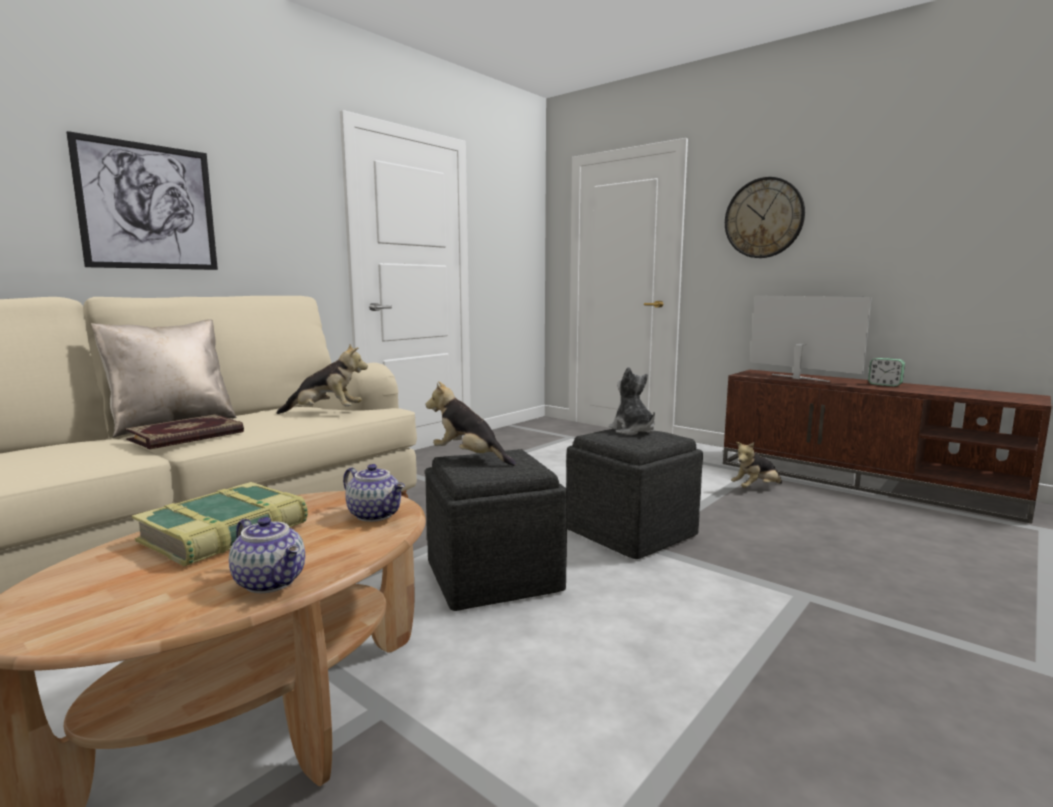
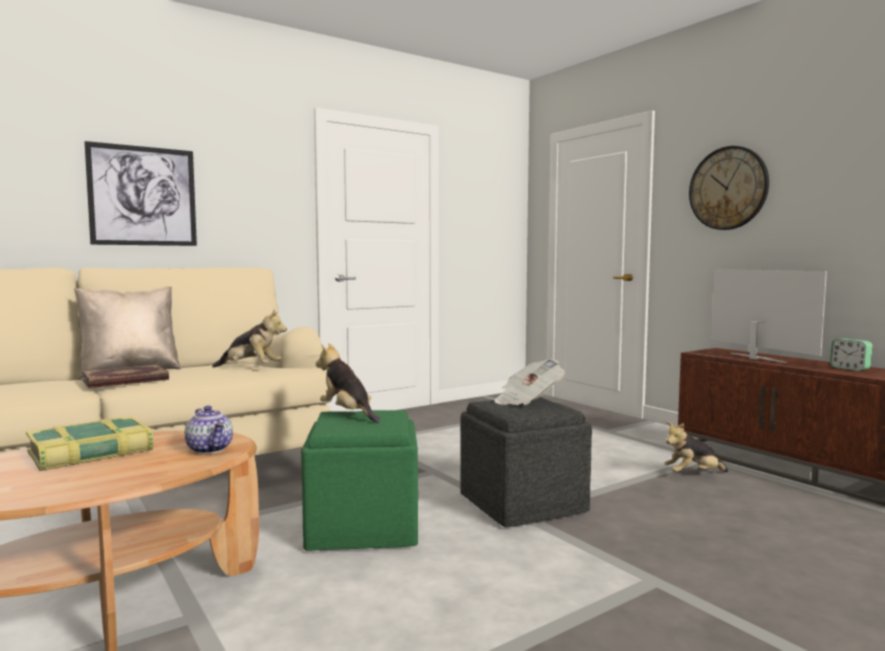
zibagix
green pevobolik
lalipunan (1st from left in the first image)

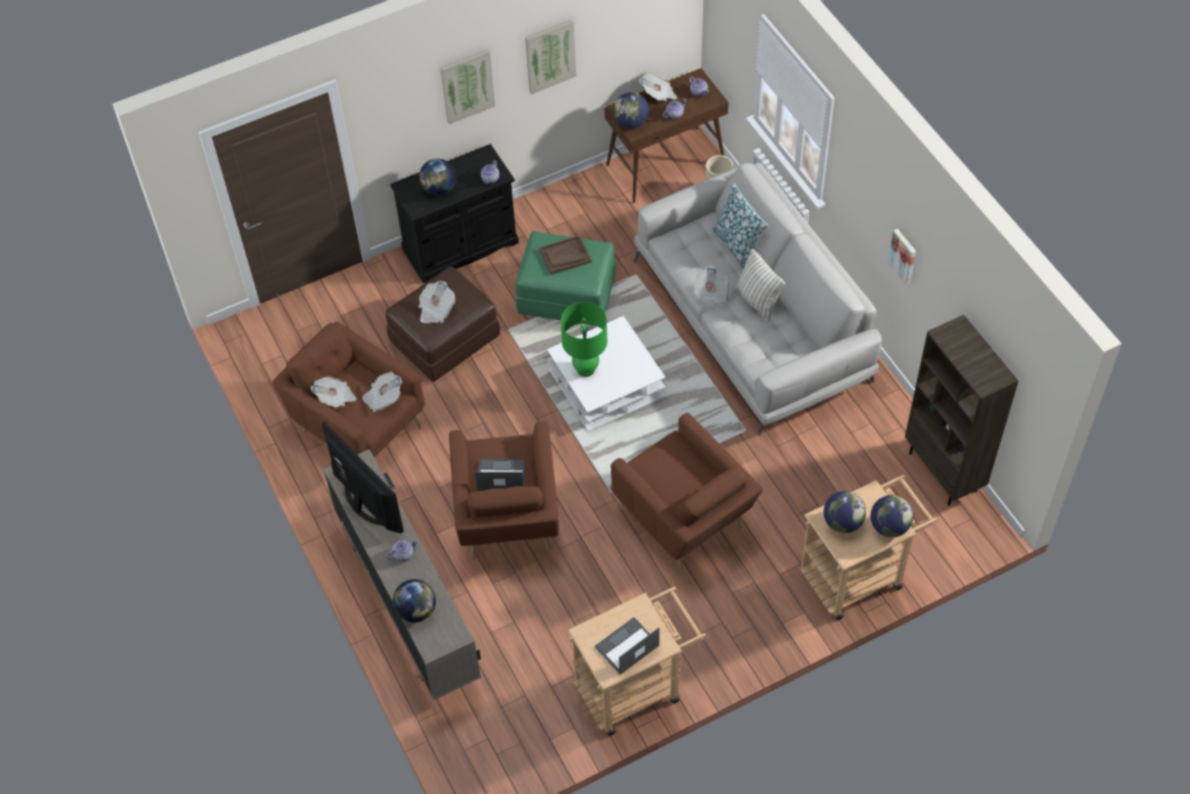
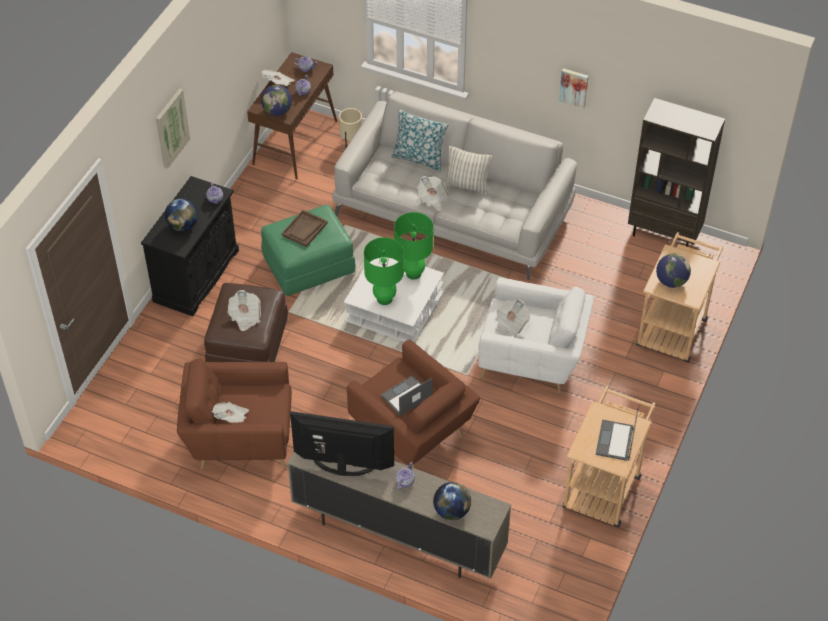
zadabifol (2nd from left in the first image)
zibagix (5th from left)
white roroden
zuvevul (5th from left in the first image)
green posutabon (2nd from left)

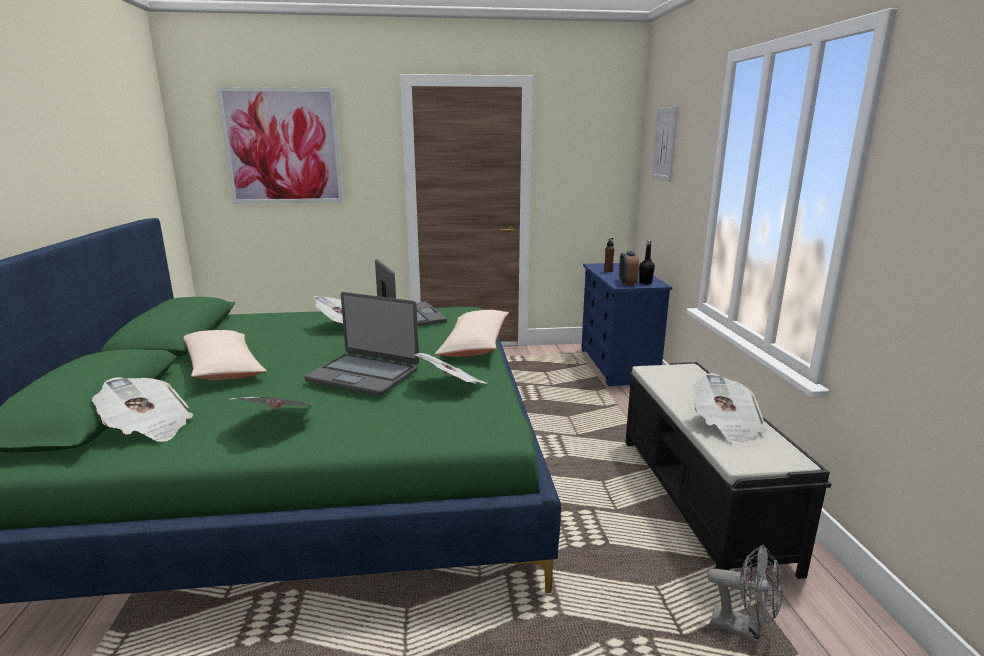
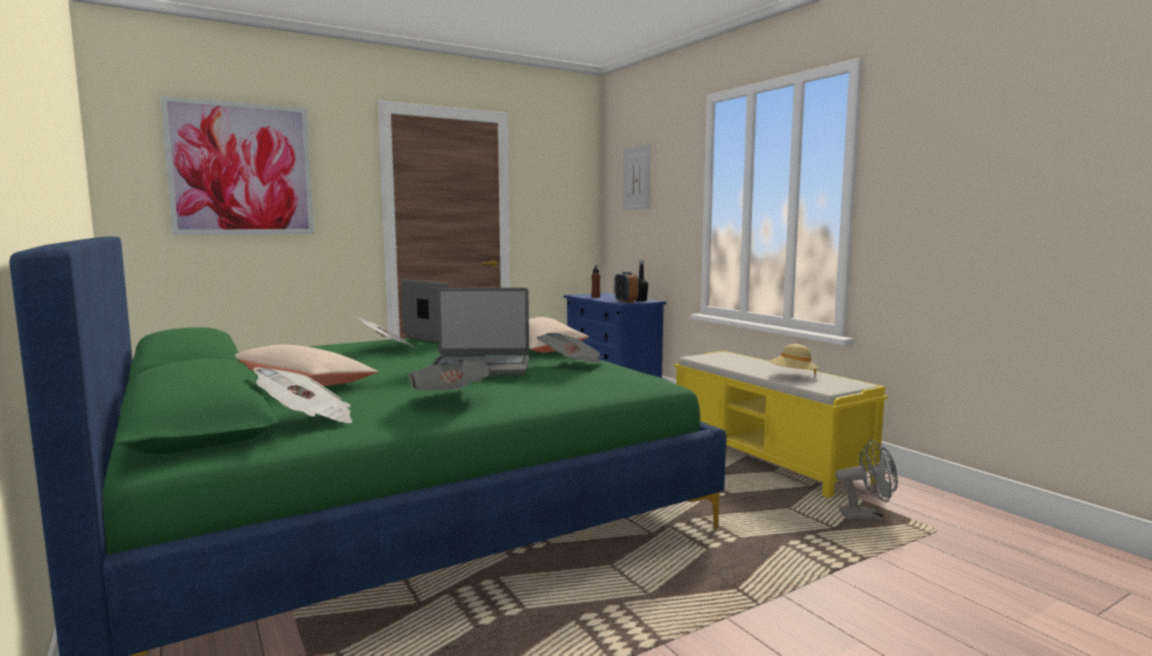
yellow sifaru
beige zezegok

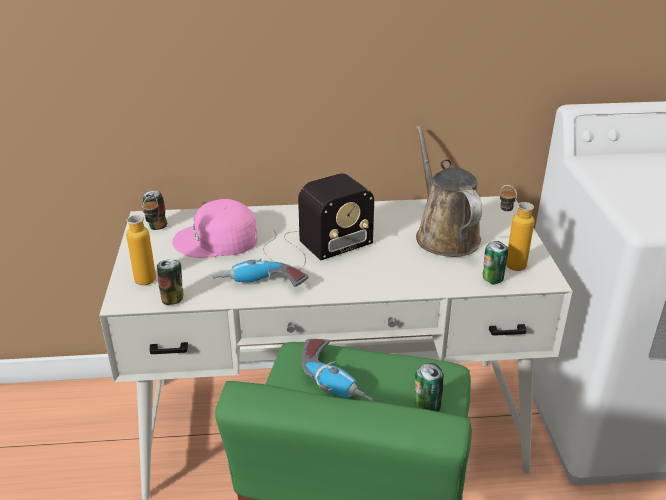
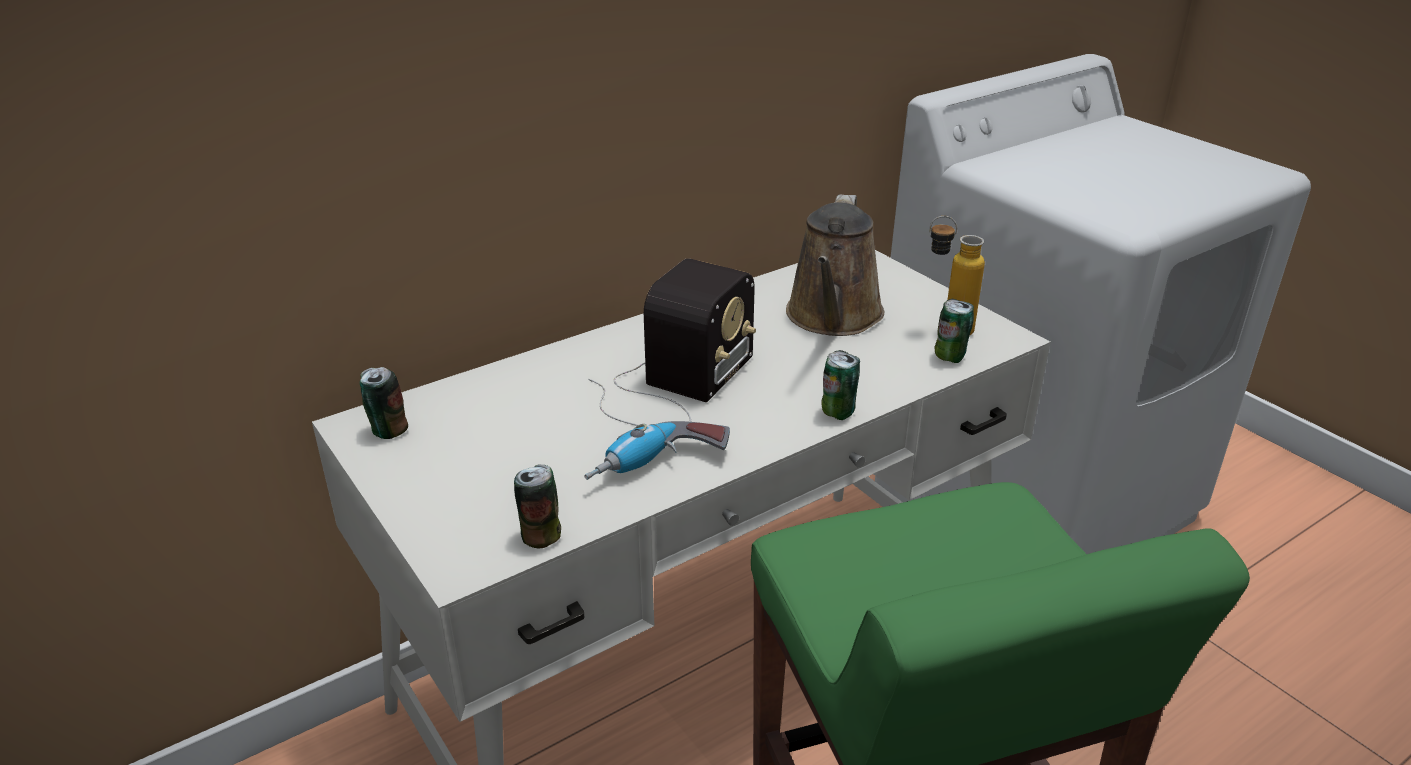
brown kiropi
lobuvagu (1st from left in the first image)
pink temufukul
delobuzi (2nd from left in the first image)
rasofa (3rd from left)

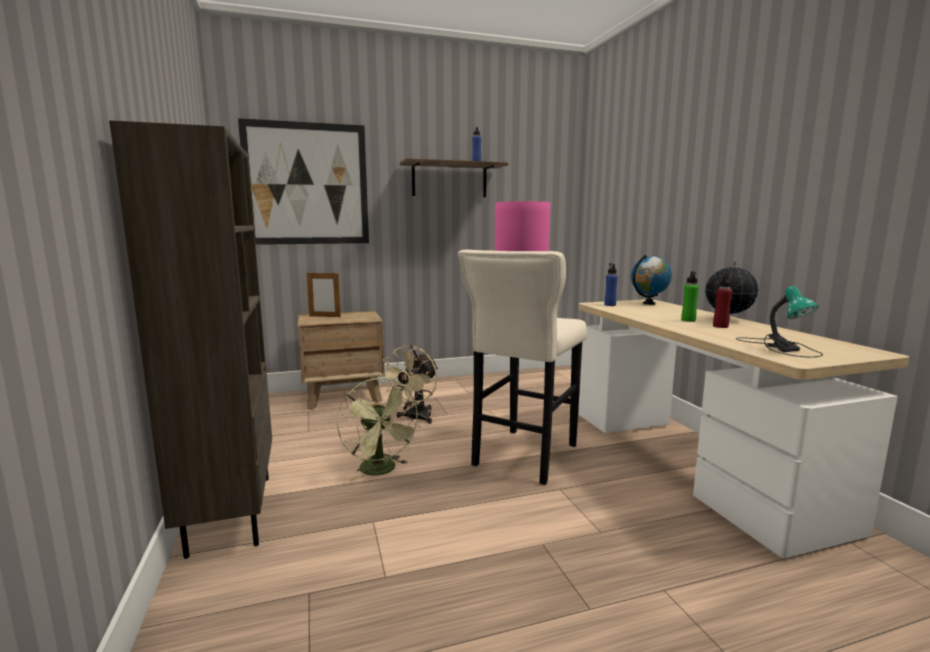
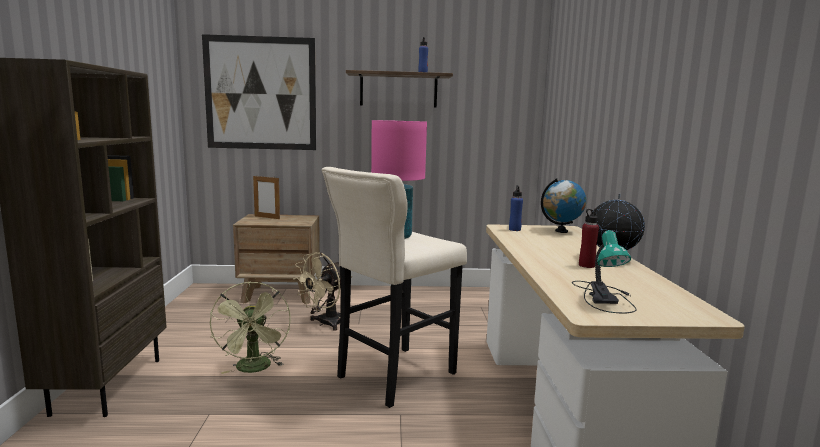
green lobuvagu

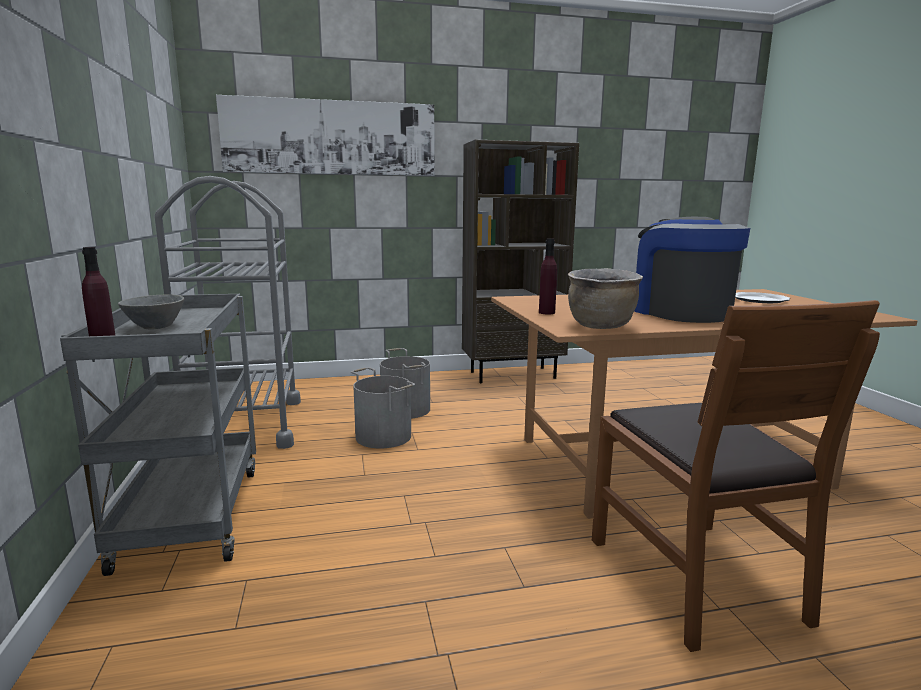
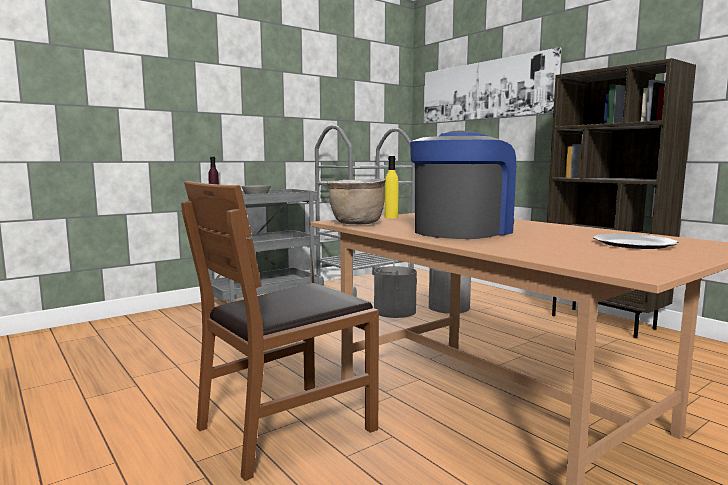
yellow lobuvagu

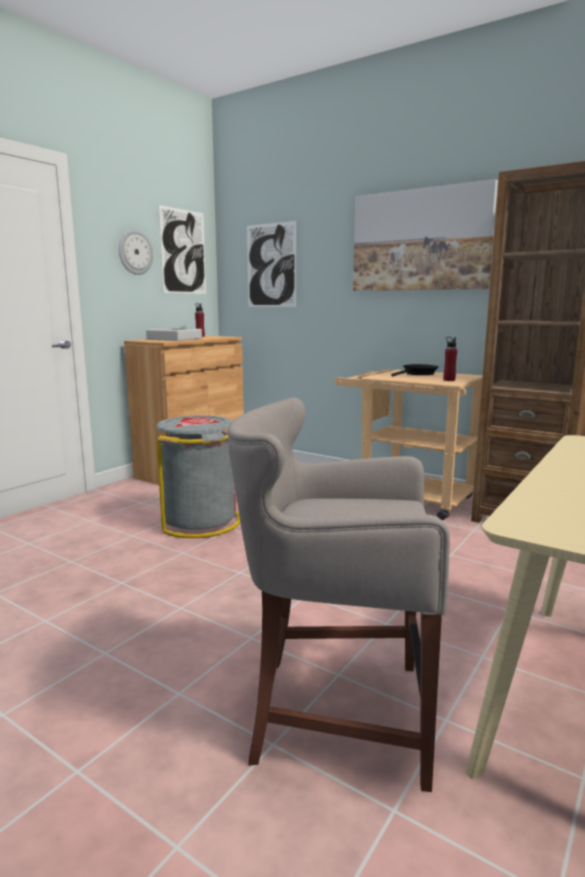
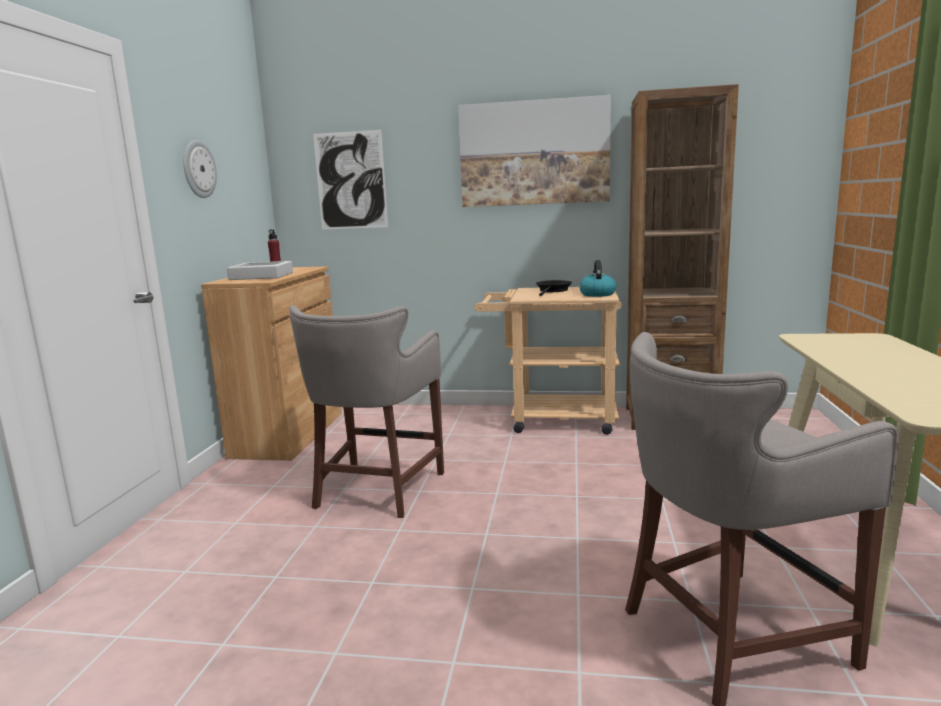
zadabifol (1st from left in the first image)
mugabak
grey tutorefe (1st from left)

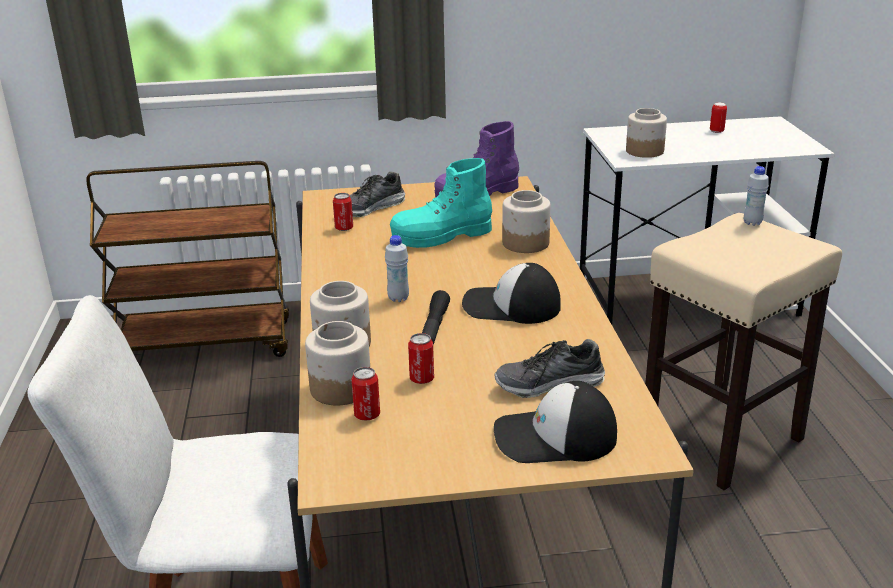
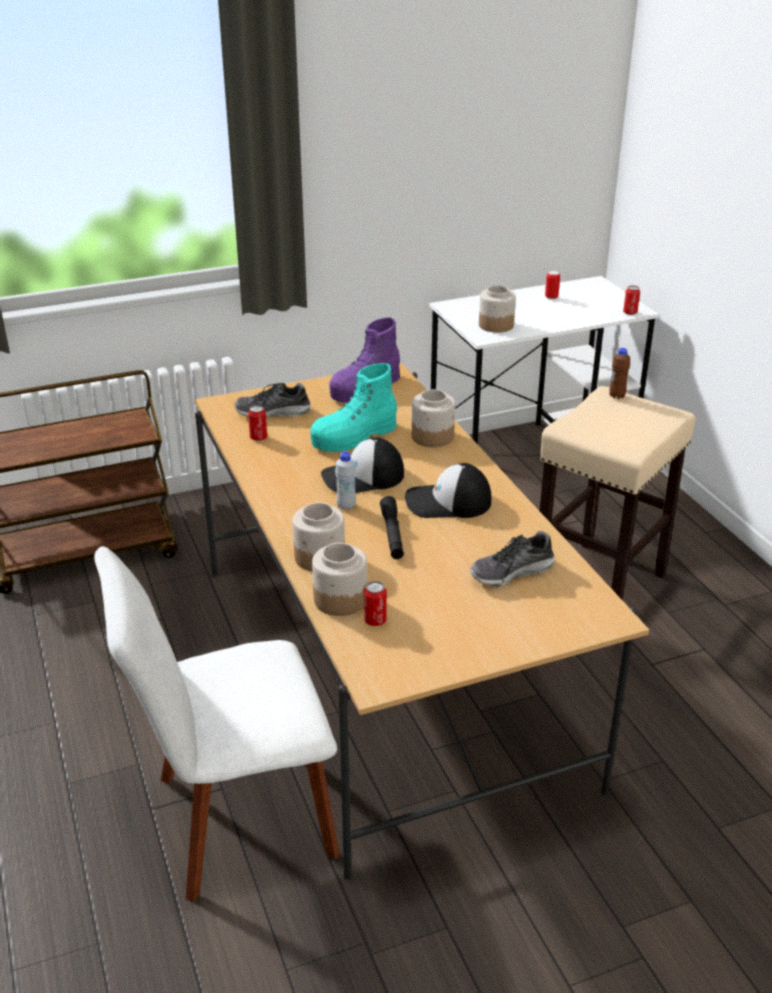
brown lobuvagu
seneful (1st from left)
rasofa (4th from left)
temufukul (1st from left)

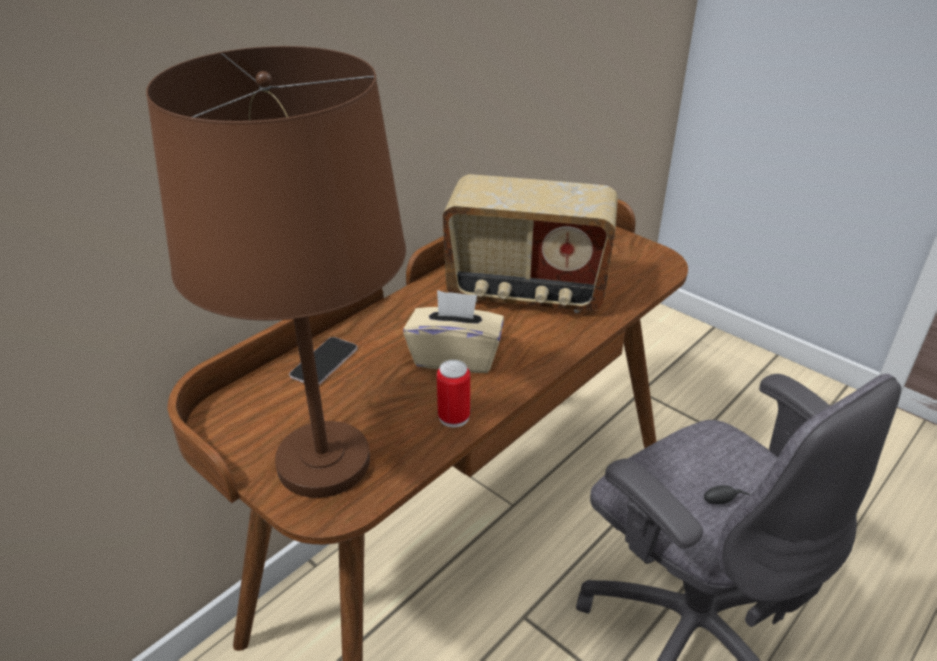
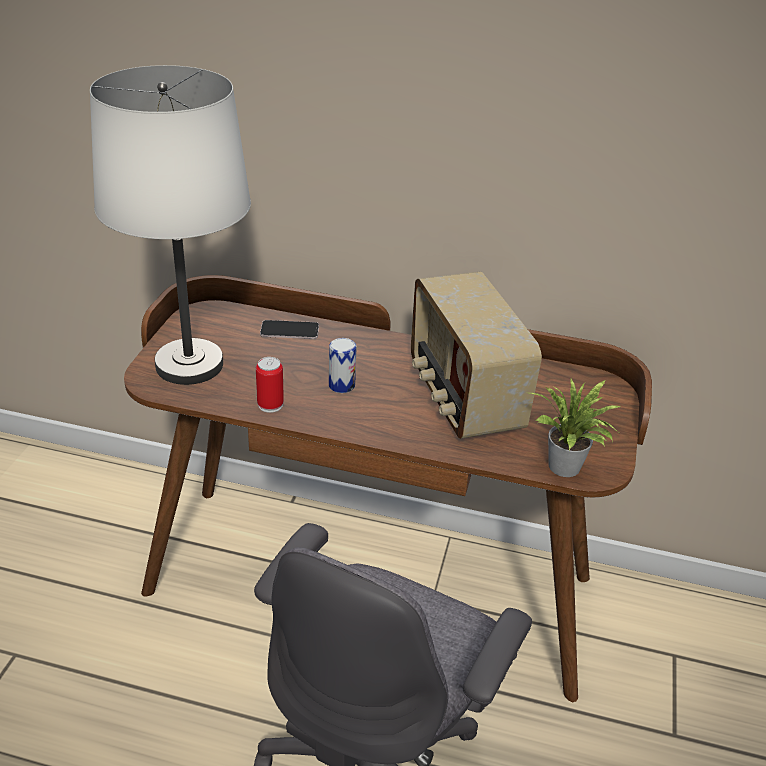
white posutabon
rasofa (2nd from left)
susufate

